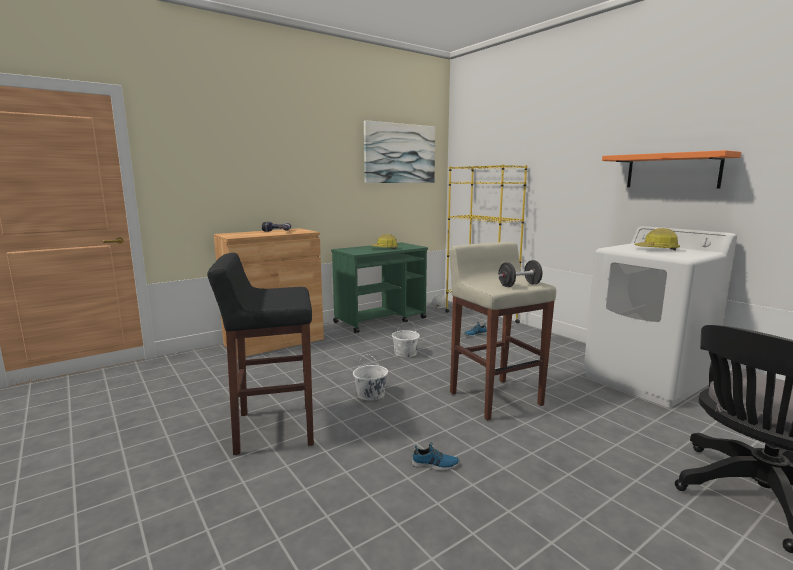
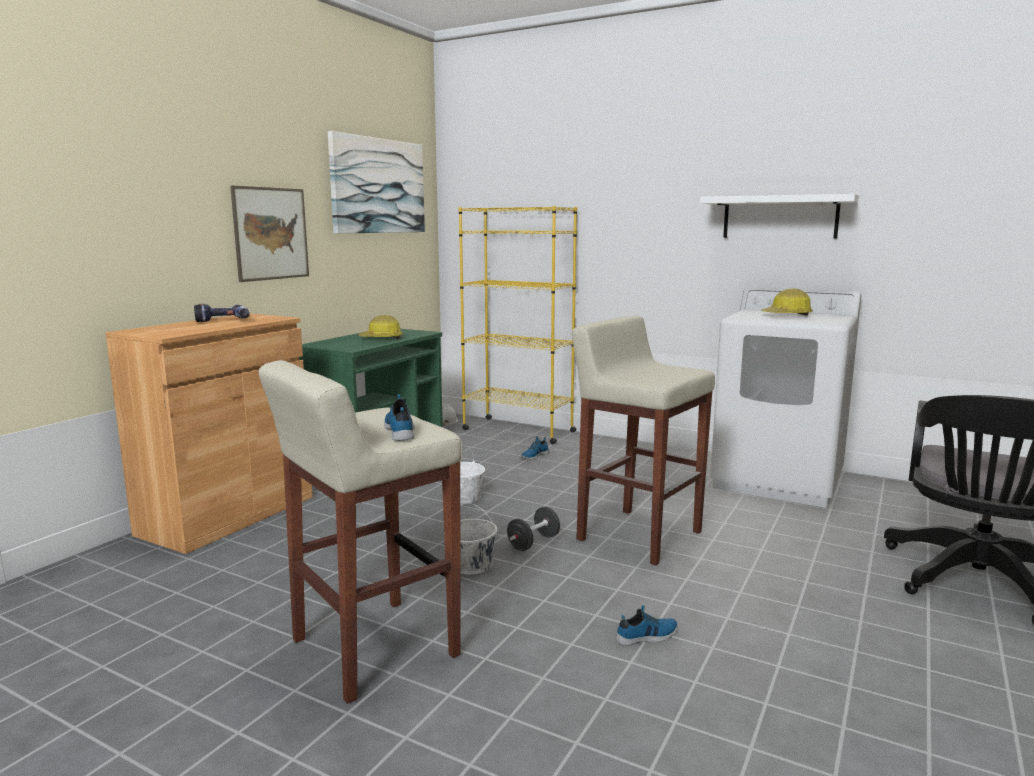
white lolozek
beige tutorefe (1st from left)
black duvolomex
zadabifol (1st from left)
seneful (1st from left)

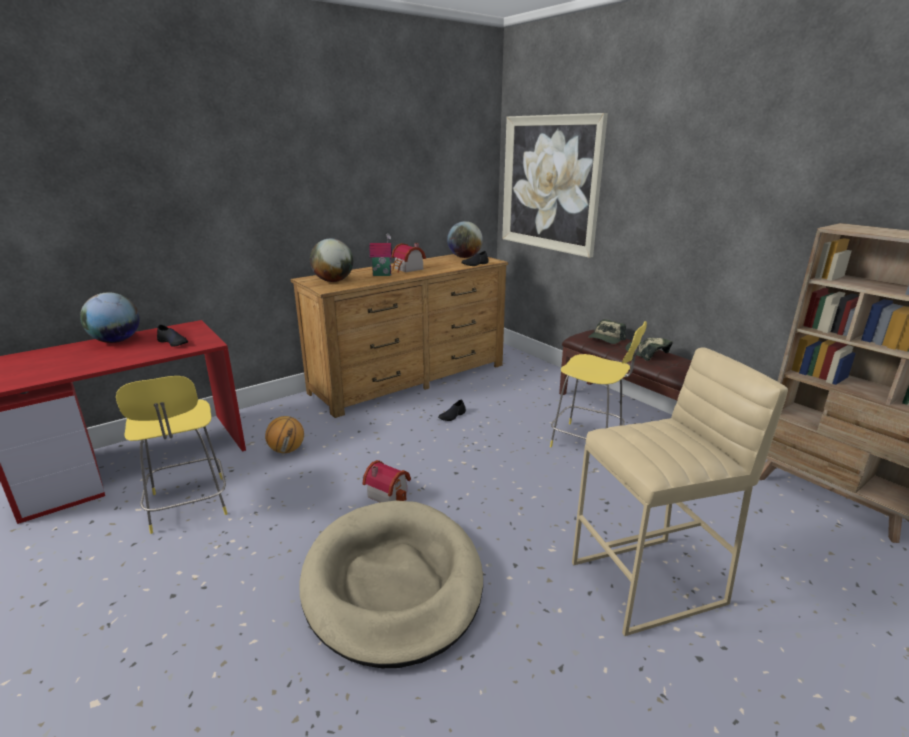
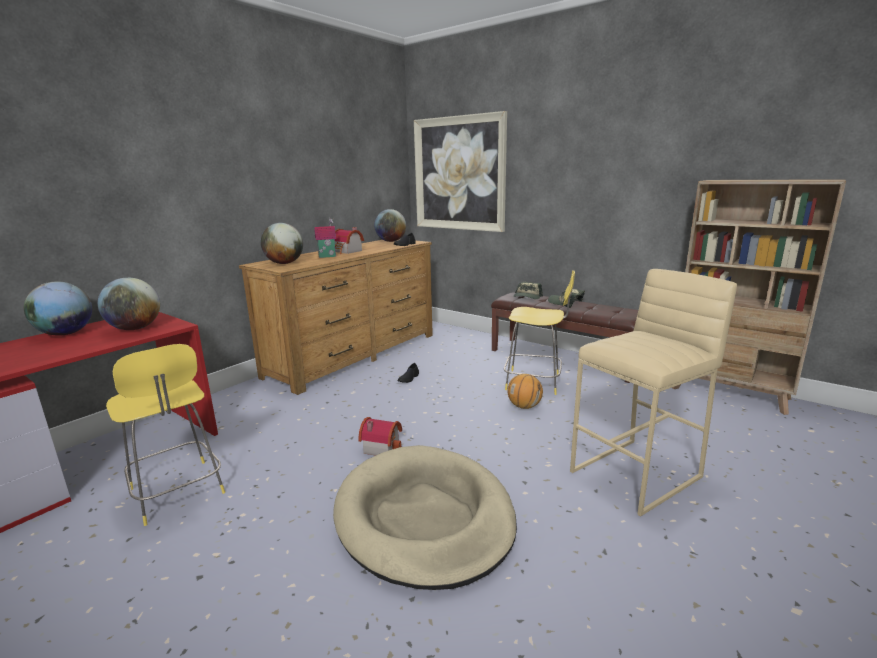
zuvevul (2nd from left)
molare

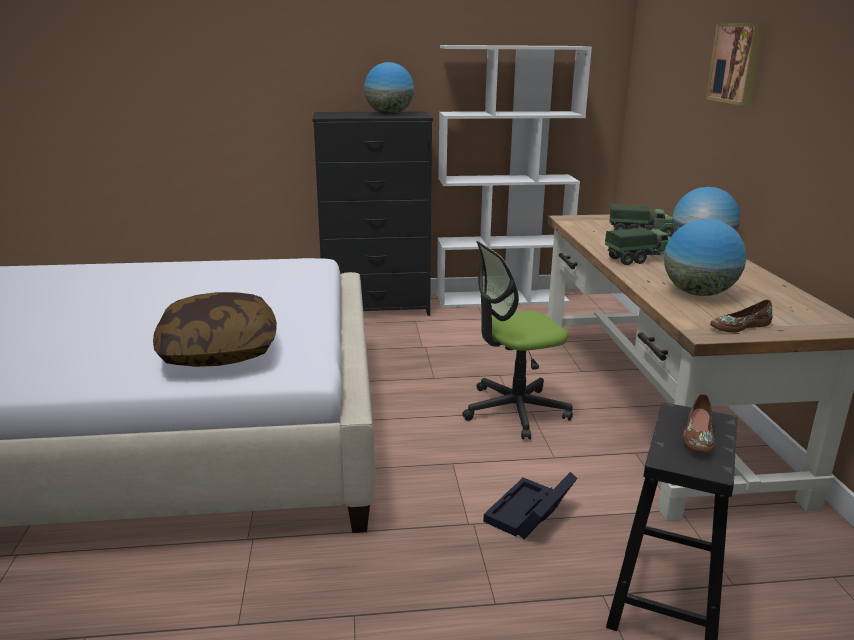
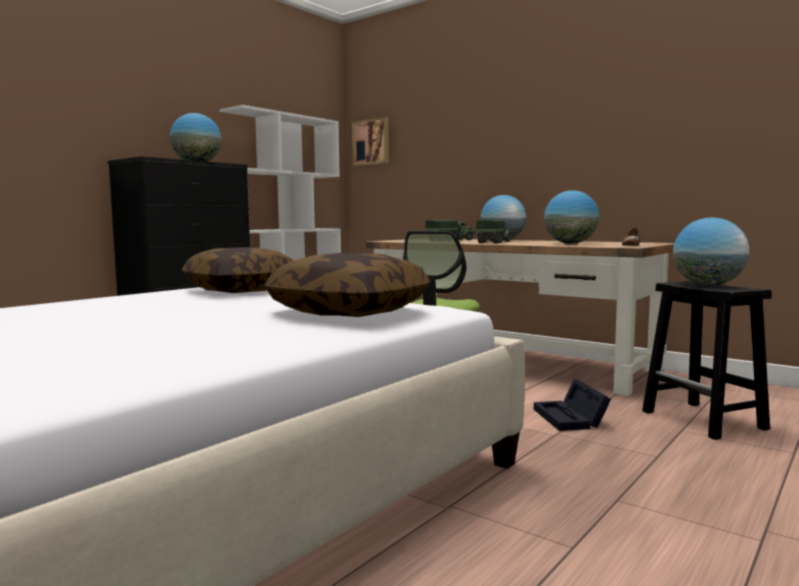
zadabifol
zuvevul (4th from left)
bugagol (1st from left)

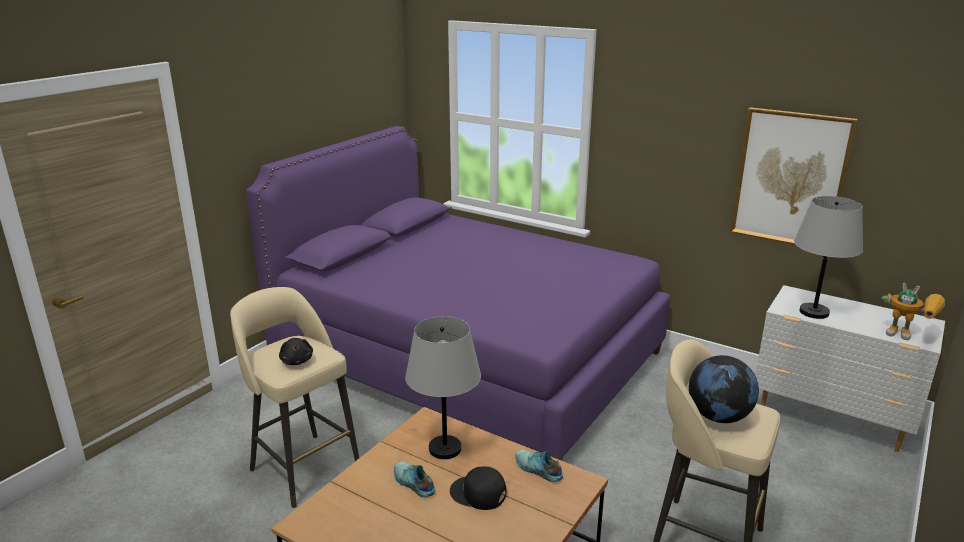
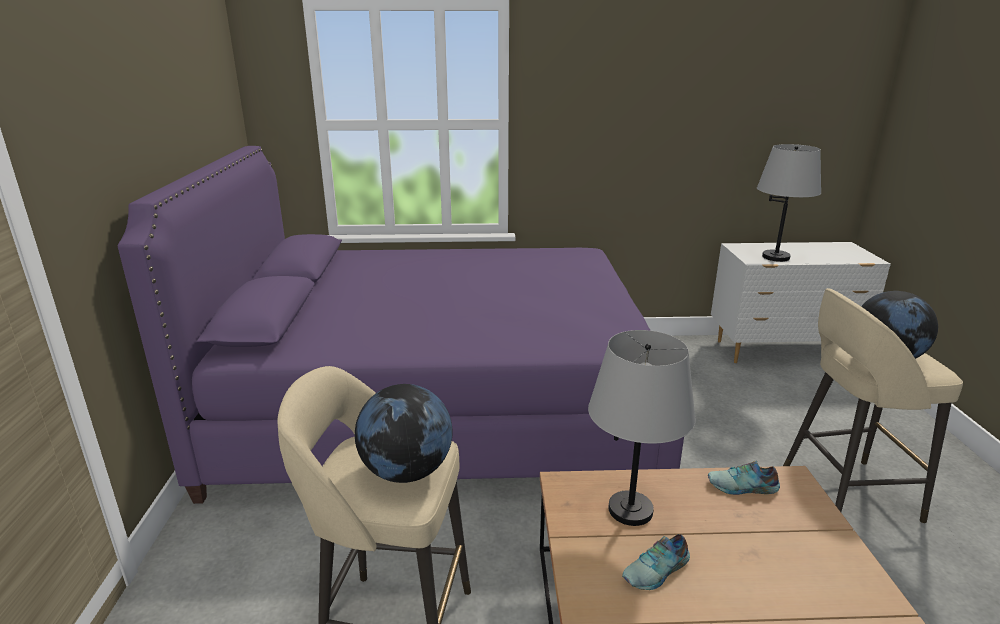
zadabifol
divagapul
zuvevul (1st from left)
seneful (1st from left)
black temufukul

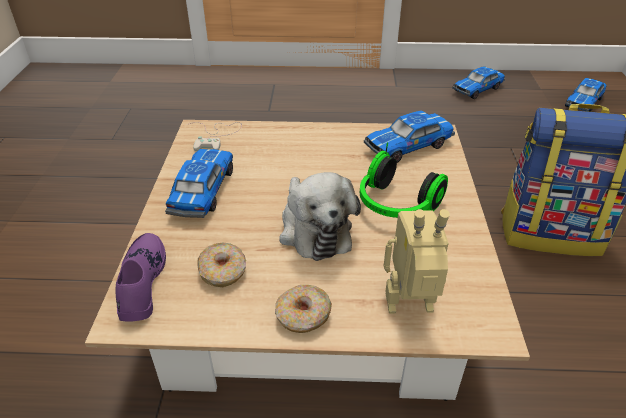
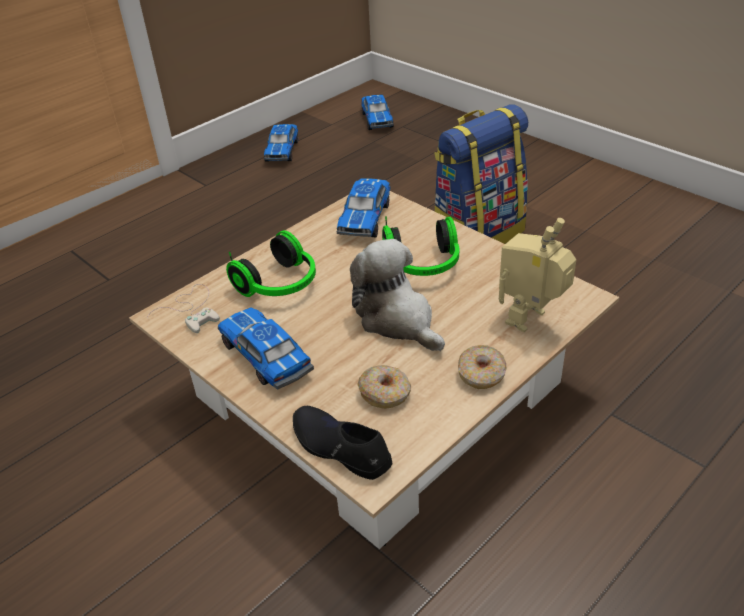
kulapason
black seneful
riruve (1st from left)

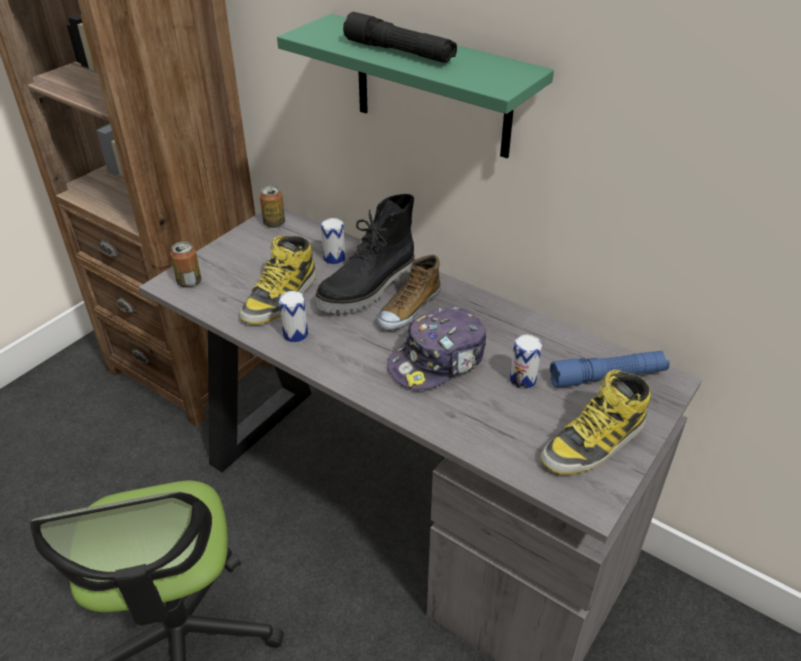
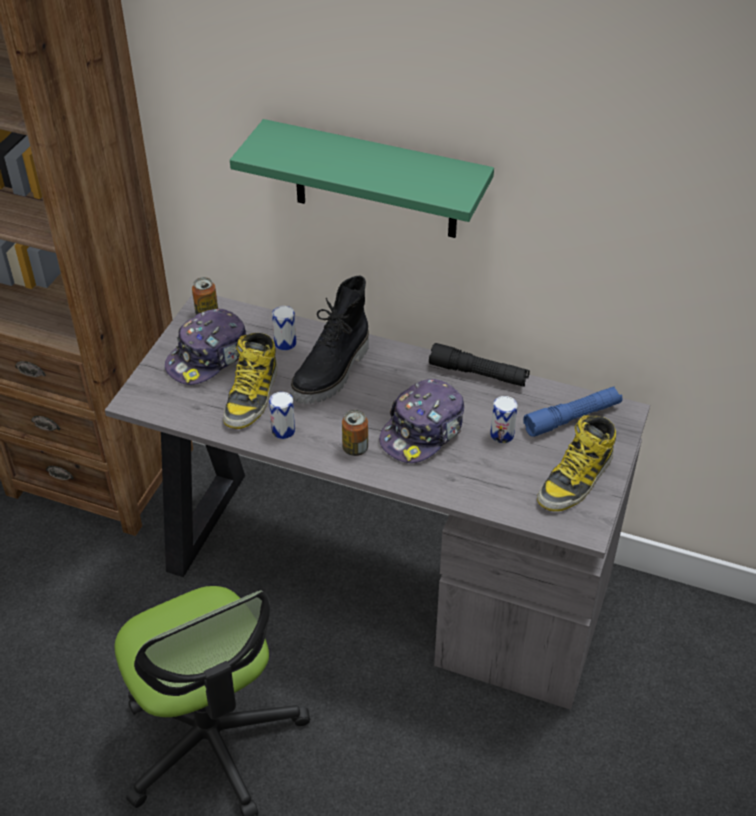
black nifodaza
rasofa (4th from left)
seneful
temufukul (1st from left)

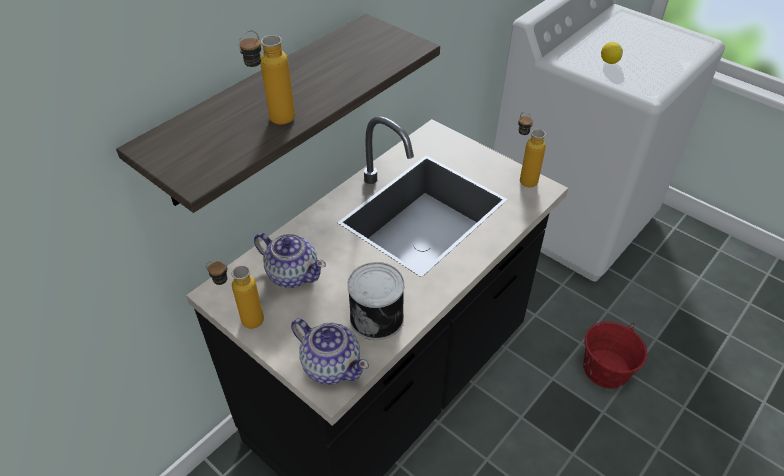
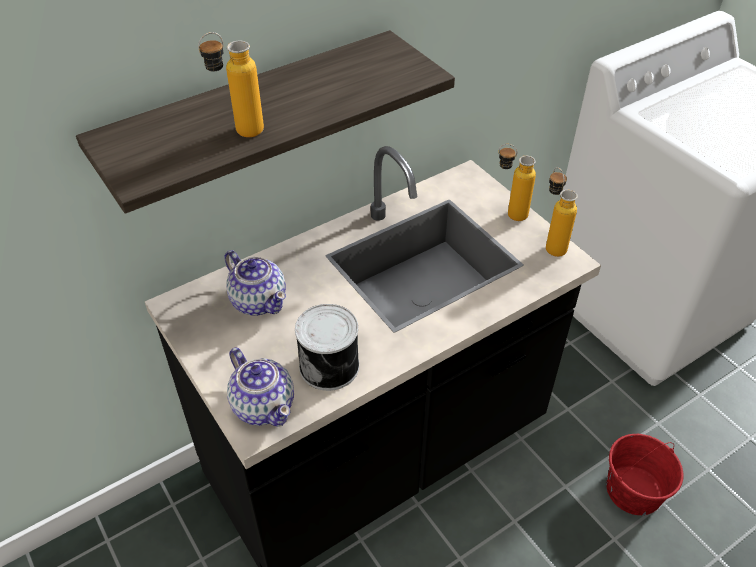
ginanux
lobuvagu (2nd from left)

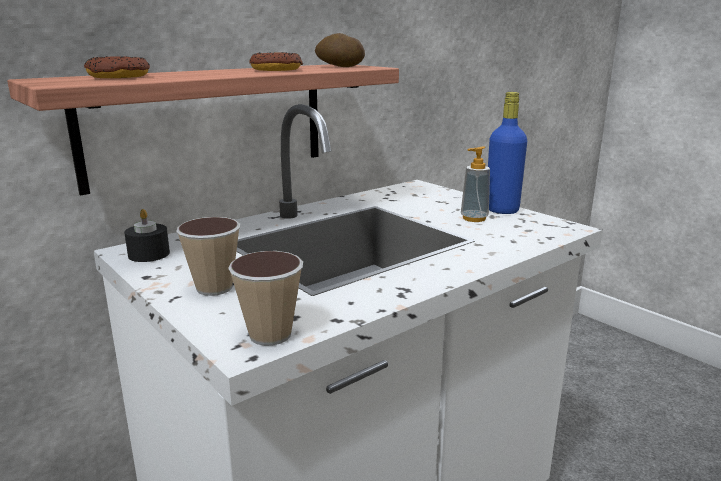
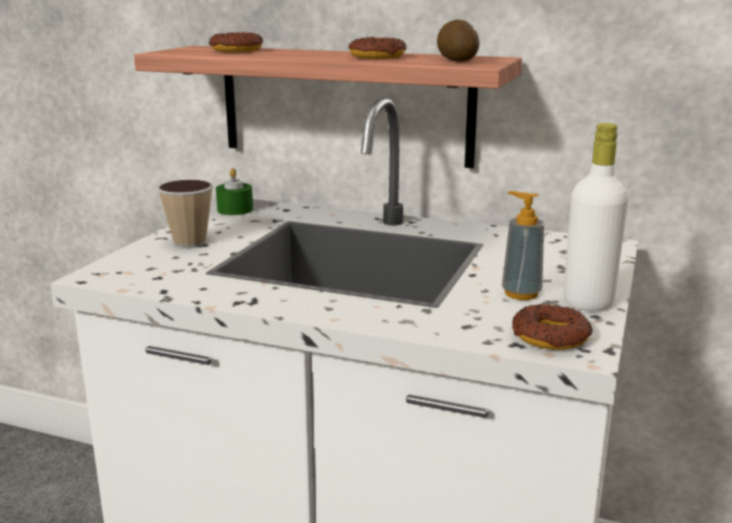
white lobuvagu
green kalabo
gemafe (2nd from left in the first image)
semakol (3rd from left)

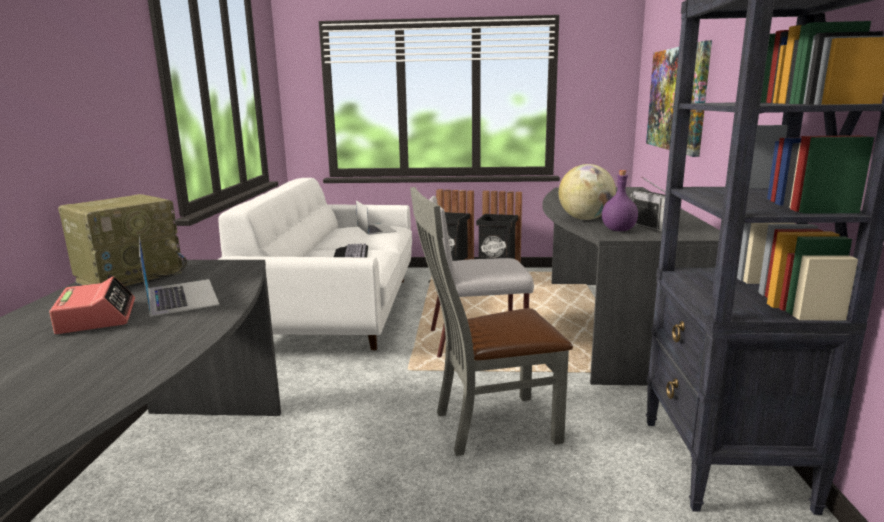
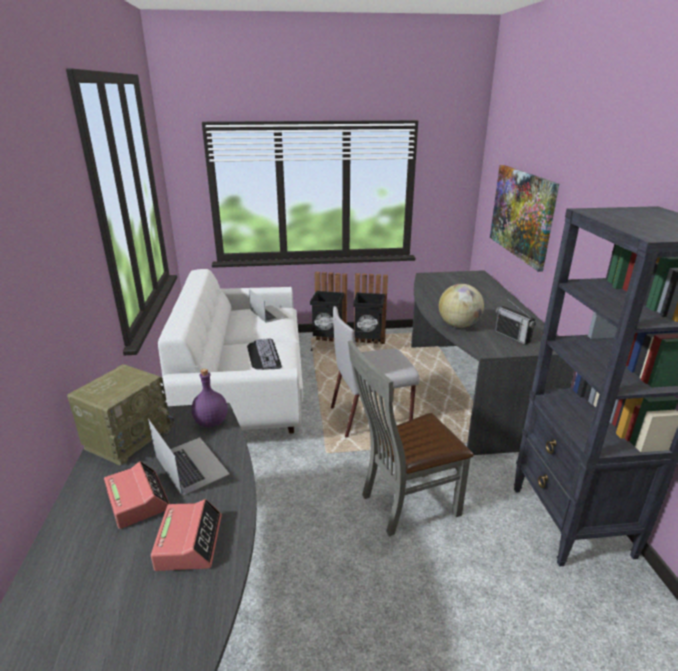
purple lobuvagu
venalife (2nd from left)

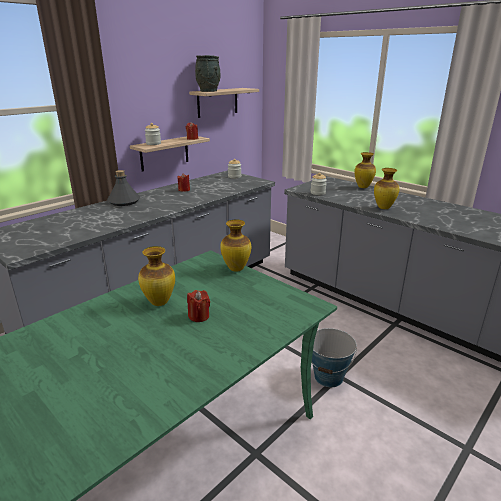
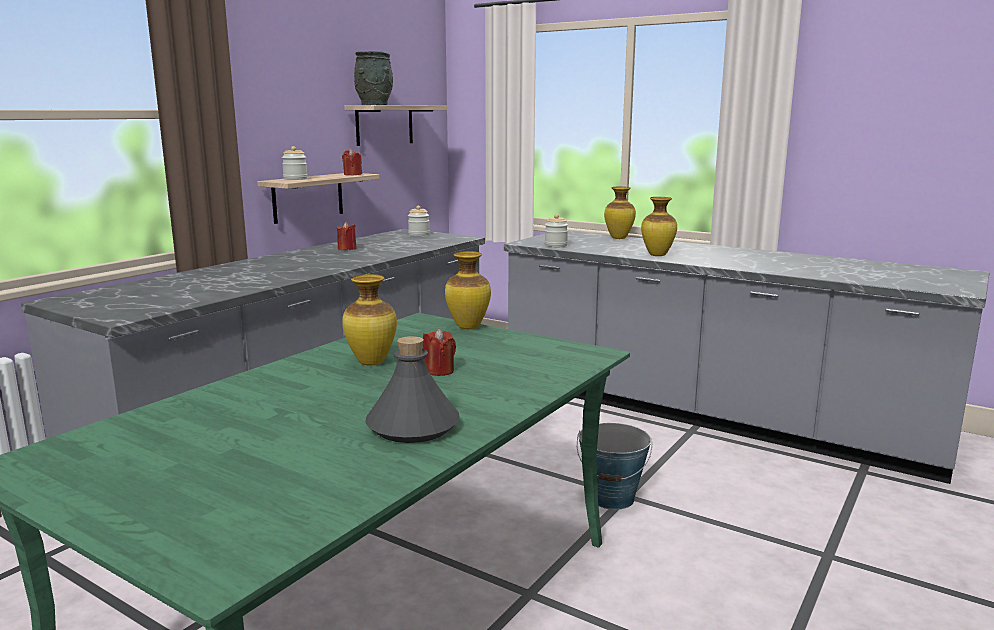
grey lobuvagu

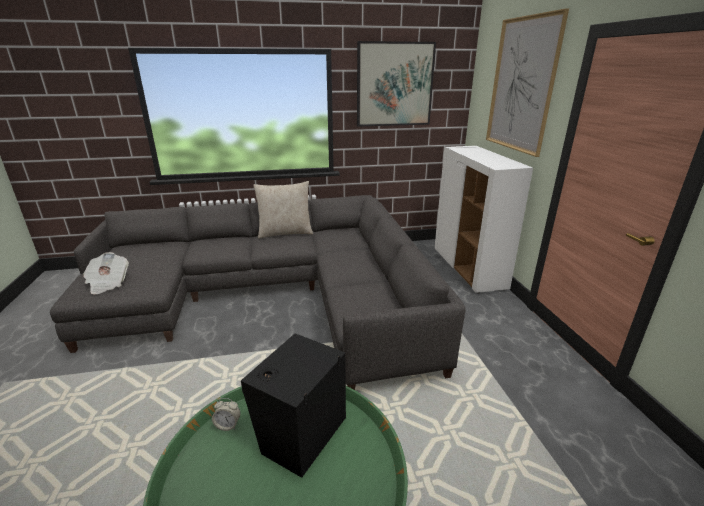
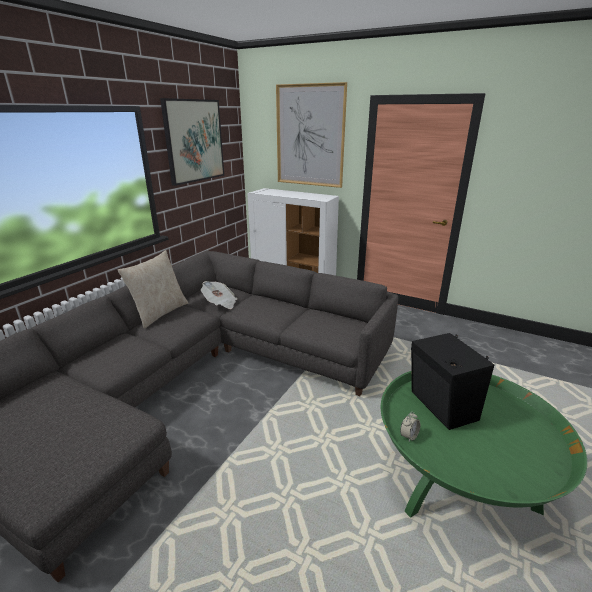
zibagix

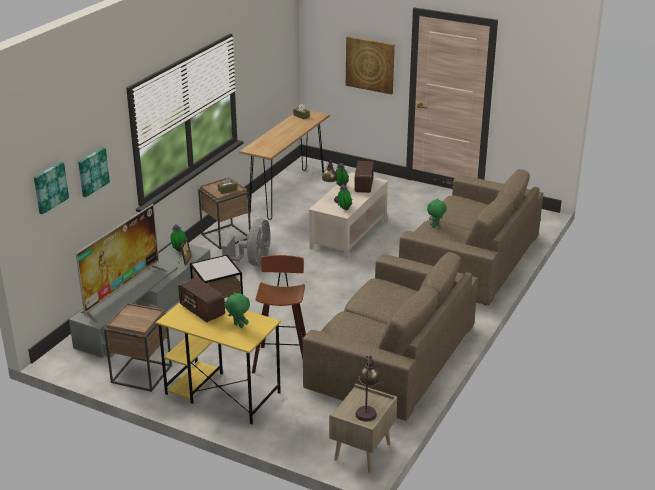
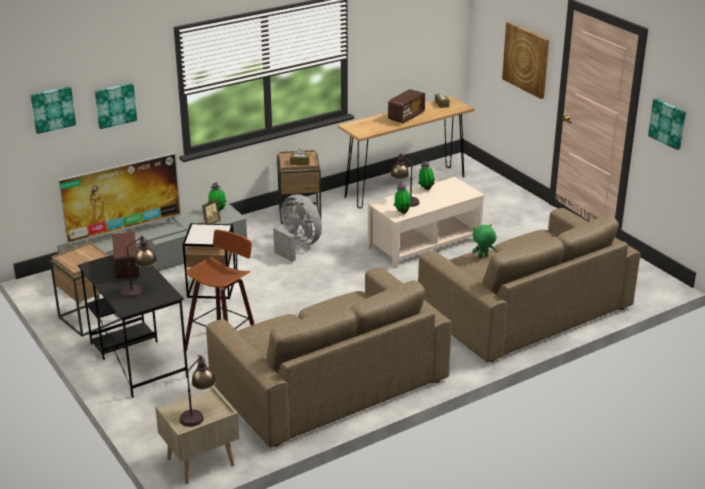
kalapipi (2nd from left)
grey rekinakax
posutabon (1st from left)
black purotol
zadabifol (4th from left)

